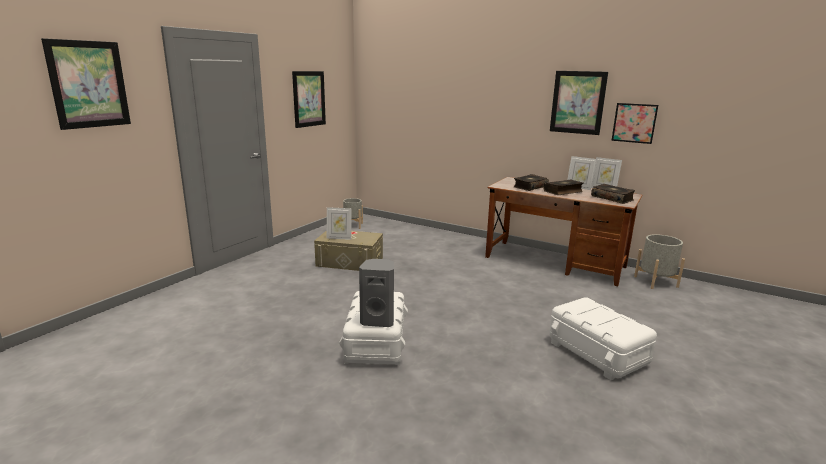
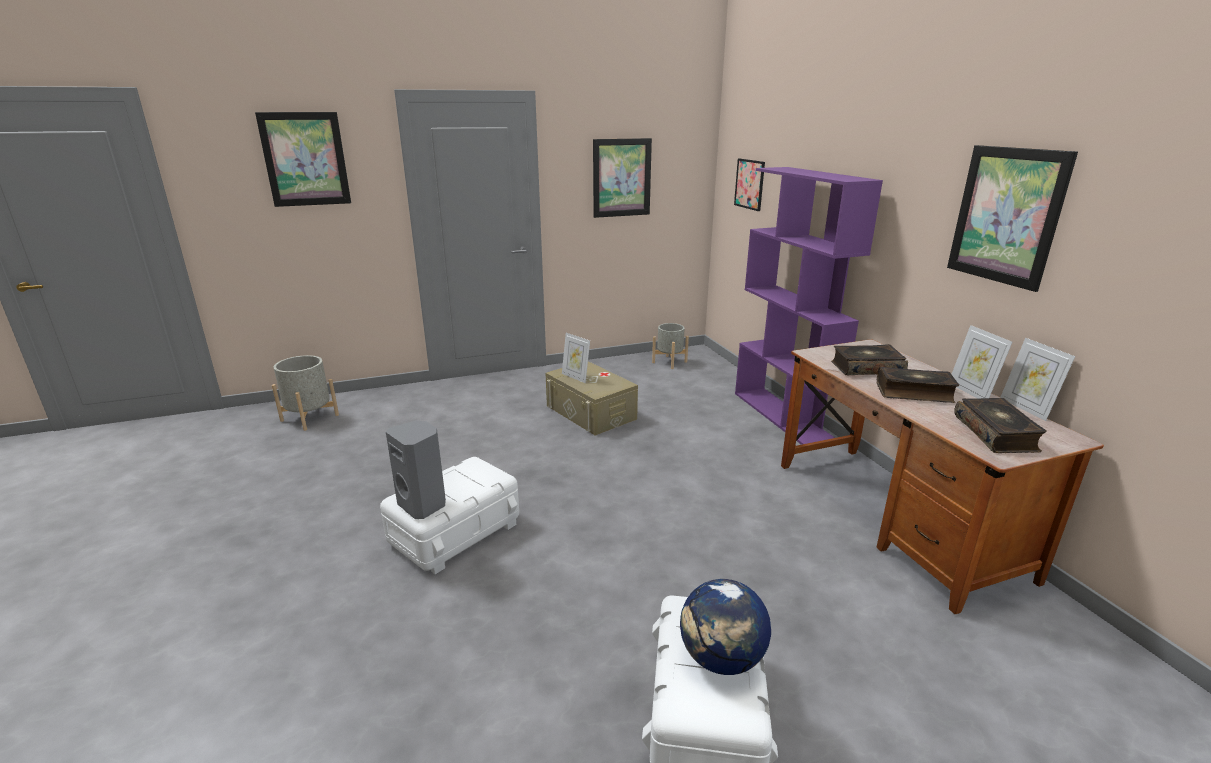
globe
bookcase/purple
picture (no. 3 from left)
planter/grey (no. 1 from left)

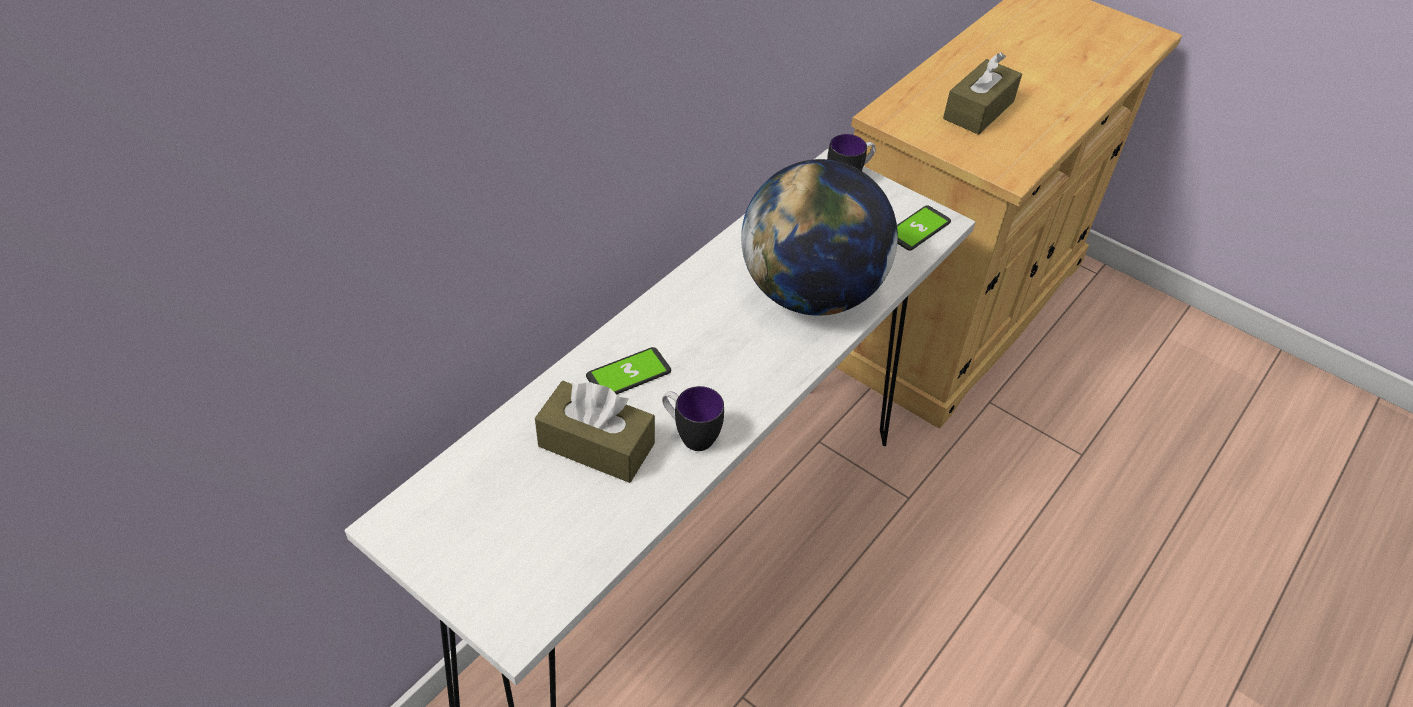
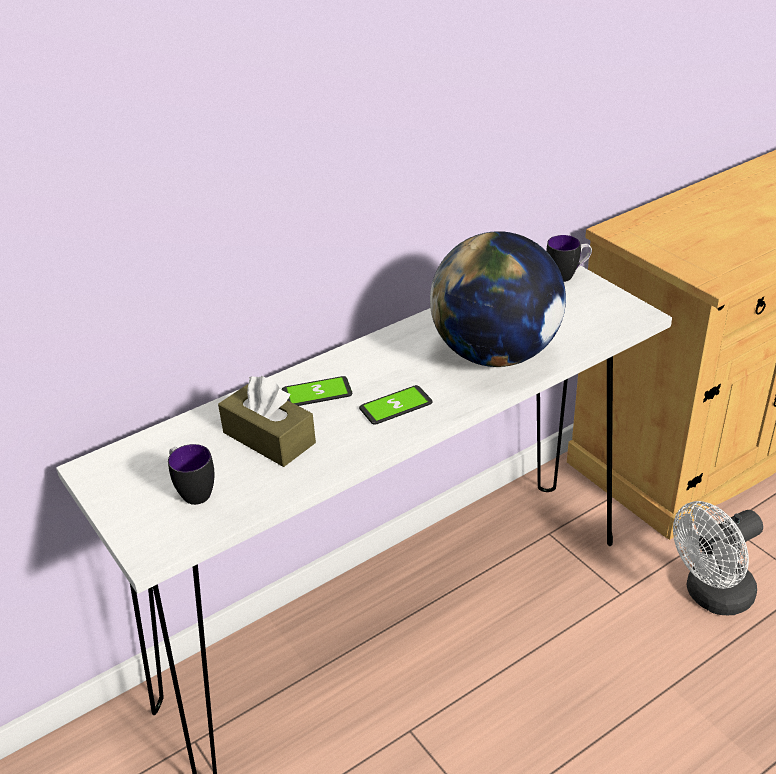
tissue box/brown (no. 2 from left in the first image)
fan/white
mug (no. 1 from left)
phone (no. 2 from left)

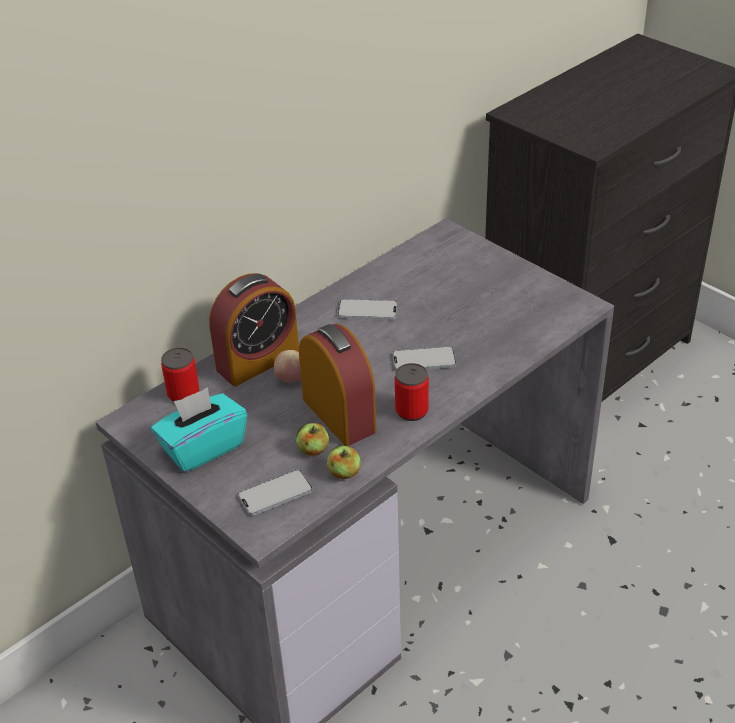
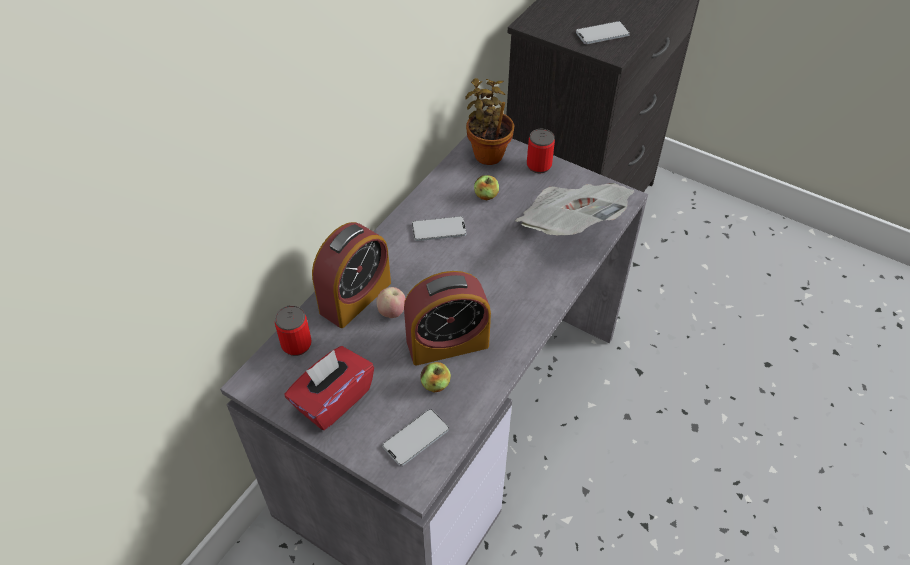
potted plant
newspaper
apple (no. 3 from left)
phone (no. 3 from left)
can (no. 2 from left)
tissue box/red
alarm clock (no. 2 from left)

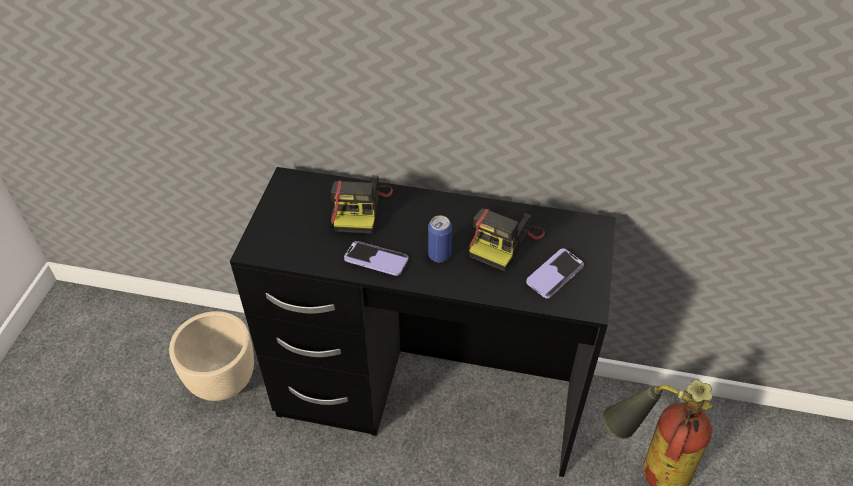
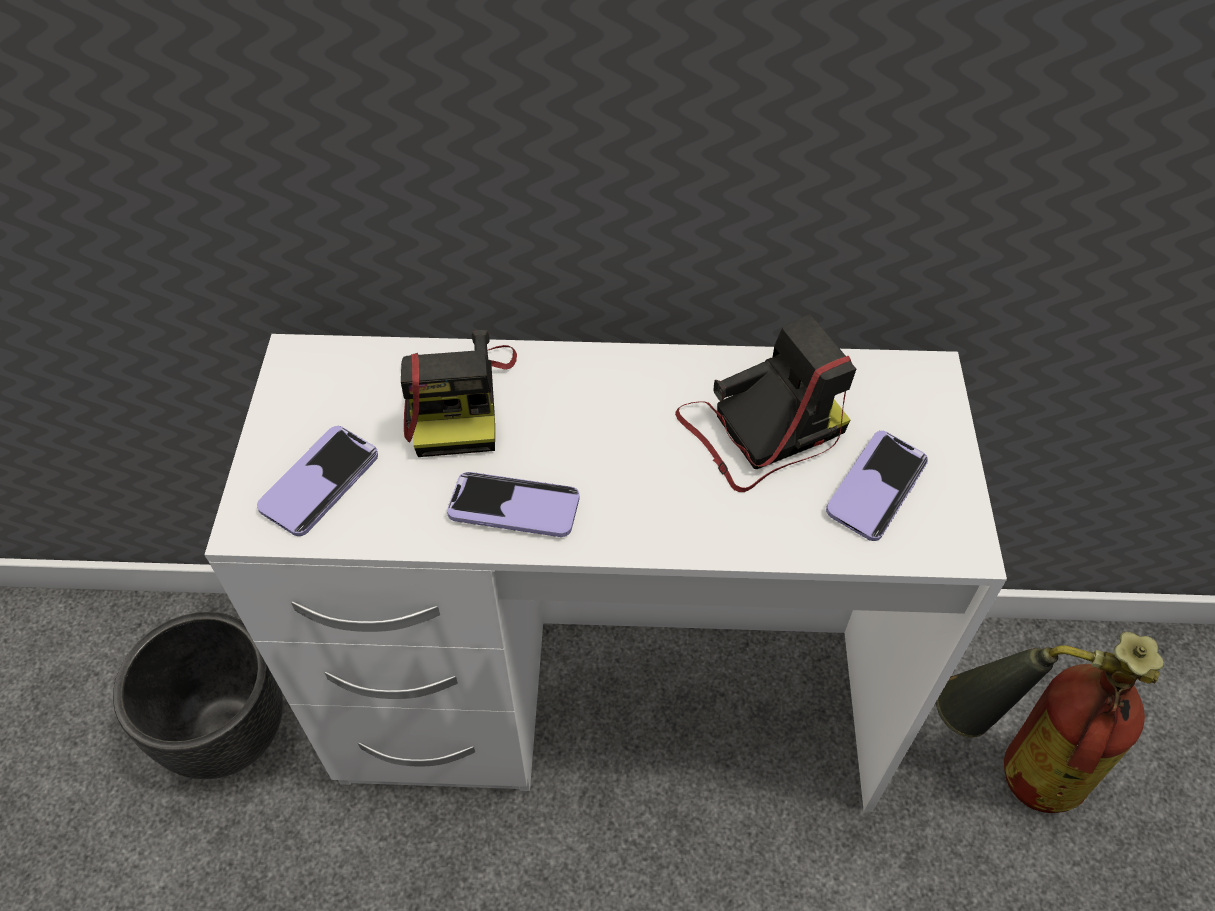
can
phone (no. 1 from left)
planter/black
desk/white
photo camera (no. 2 from left)

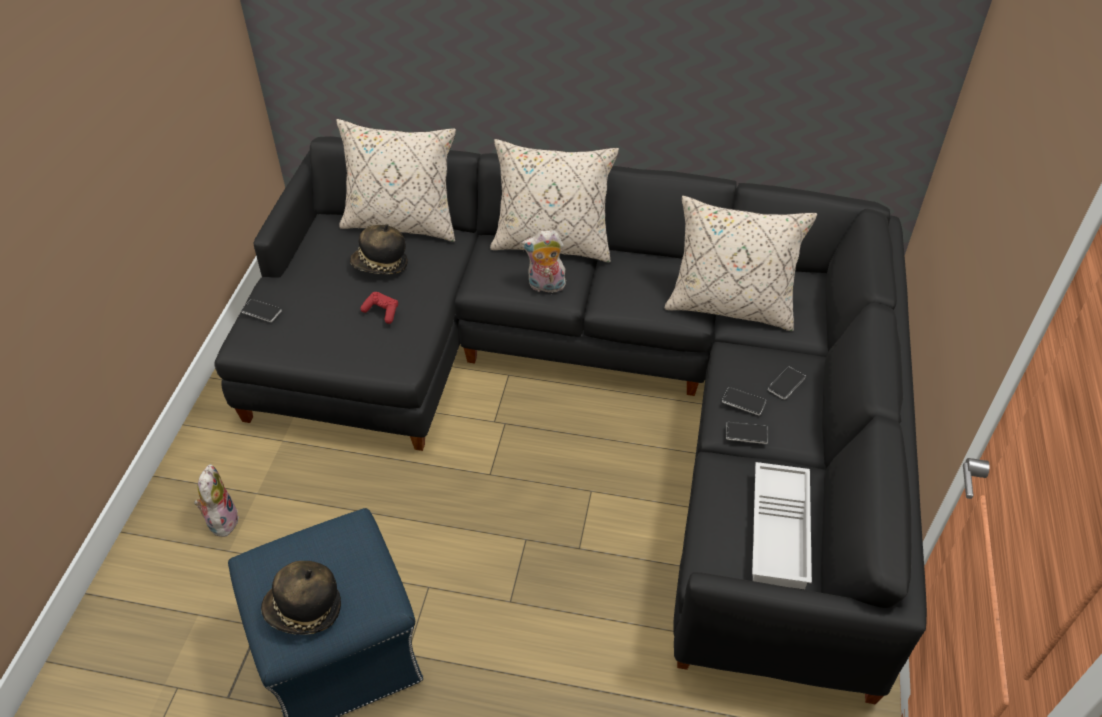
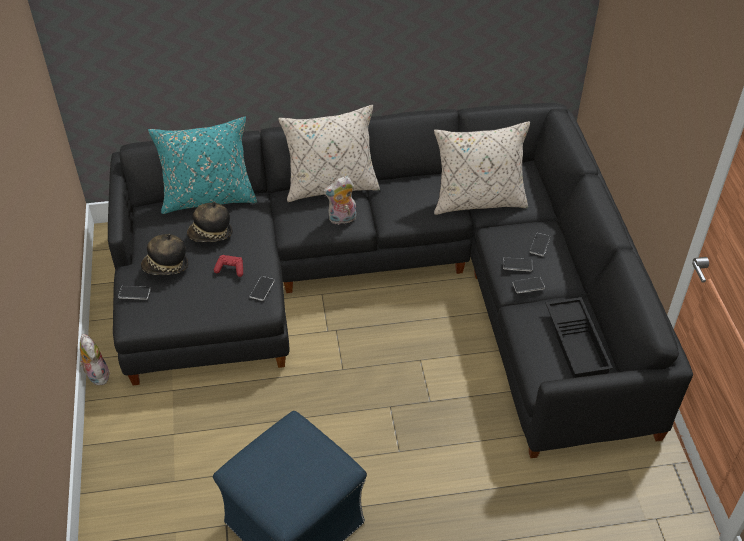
phone (no. 2 from left)
plush toy (no. 1 from left)
hat (no. 1 from left)
pillow/turquoise
tray/black

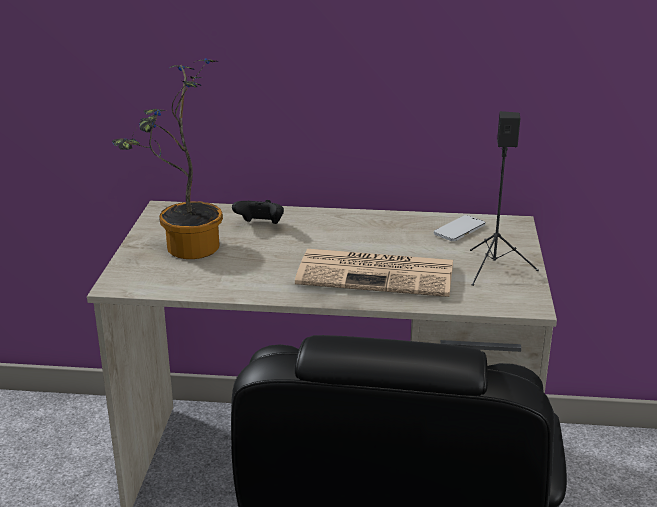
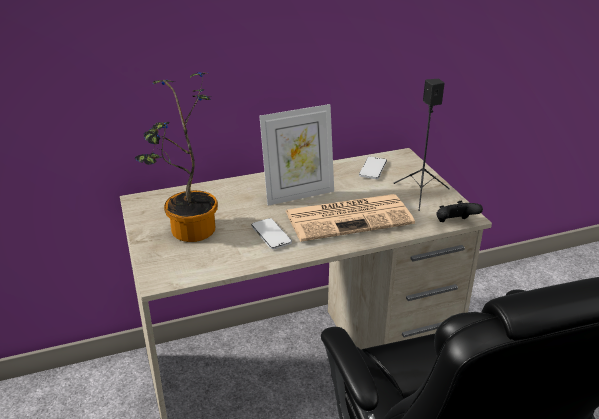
phone (no. 1 from left)
picture frame
game controller/black

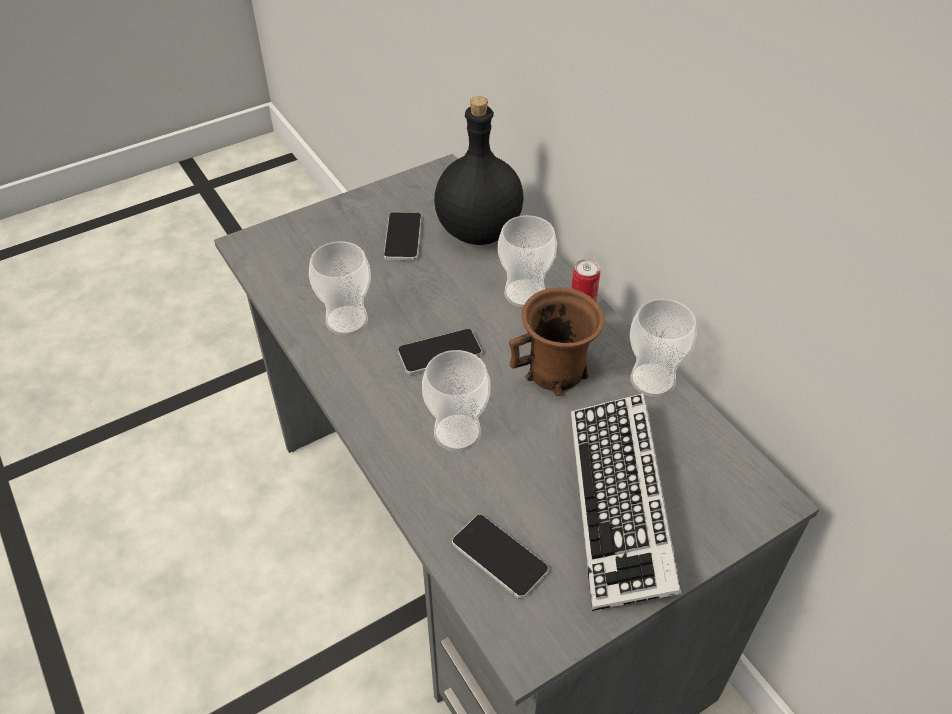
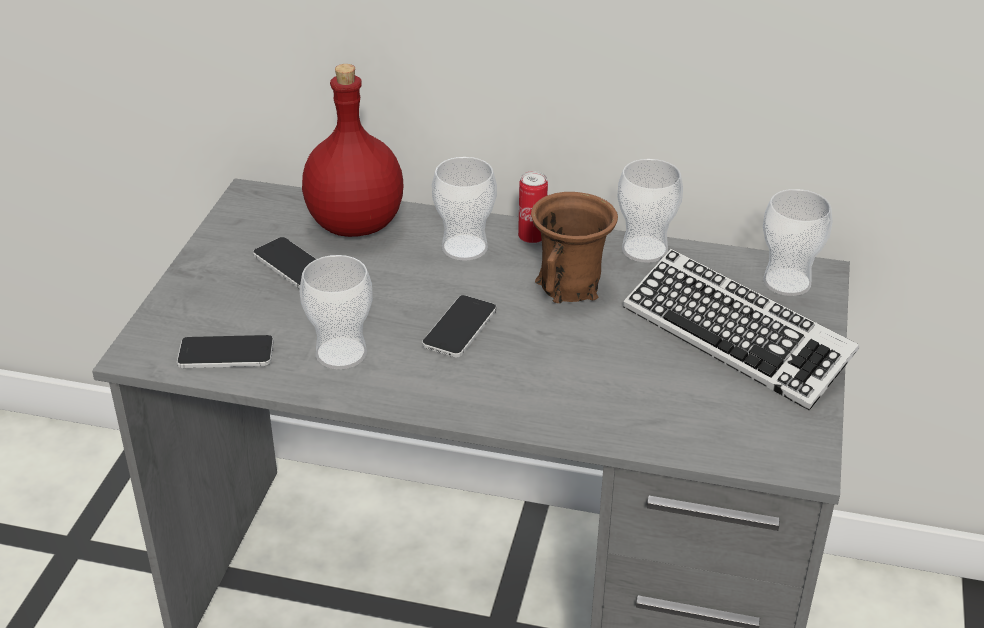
cup (no. 4 from left)
phone (no. 1 from left)
bottle/red

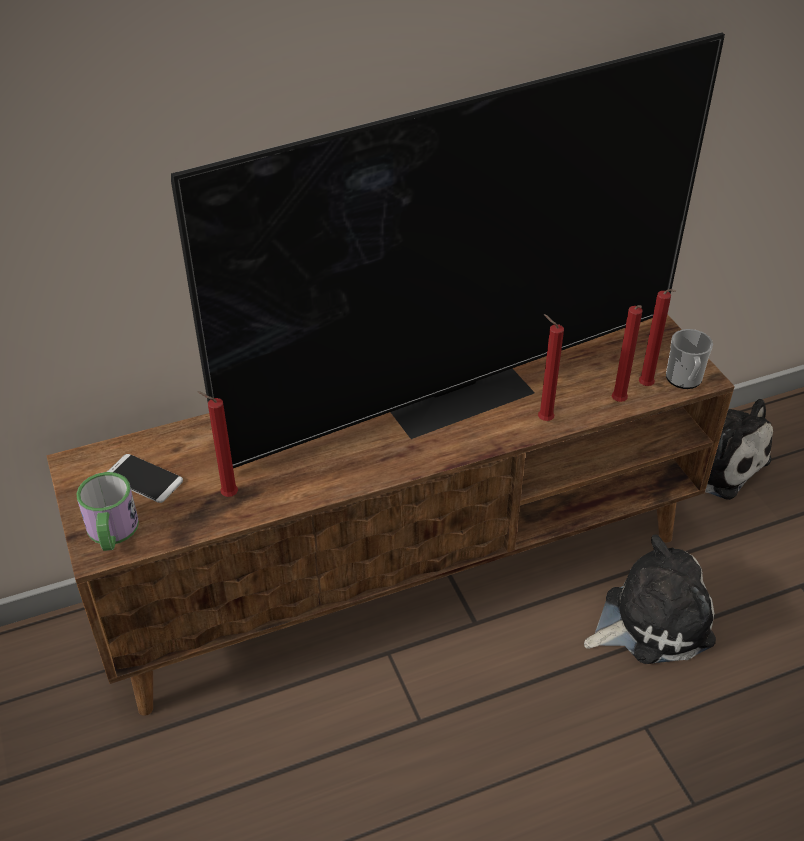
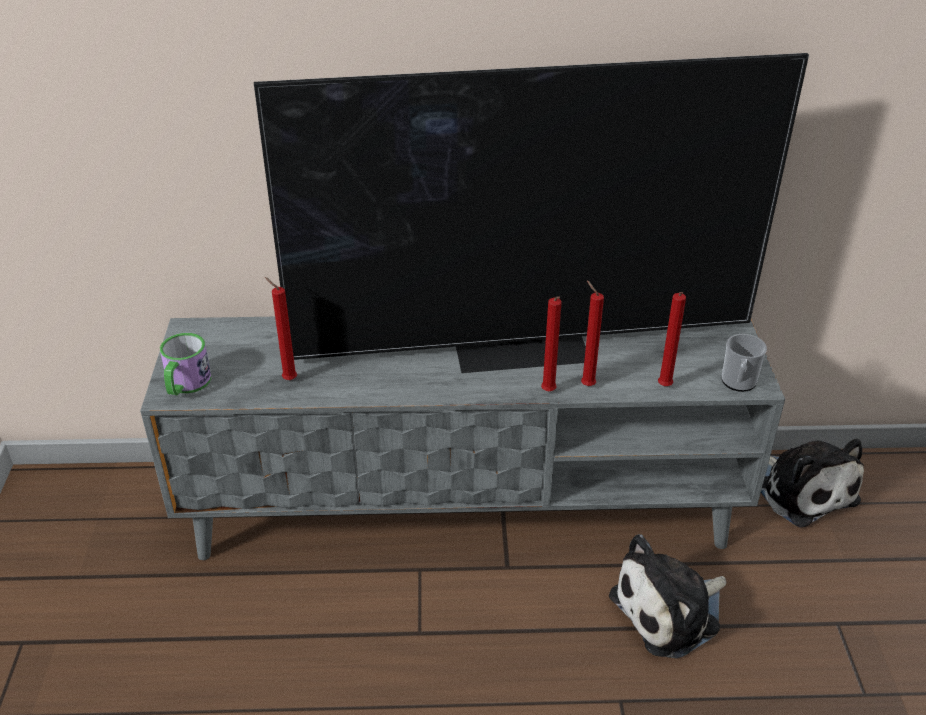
phone
candle/red (no. 2 from left)
tv stand/grey
plush toy (no. 1 from left)

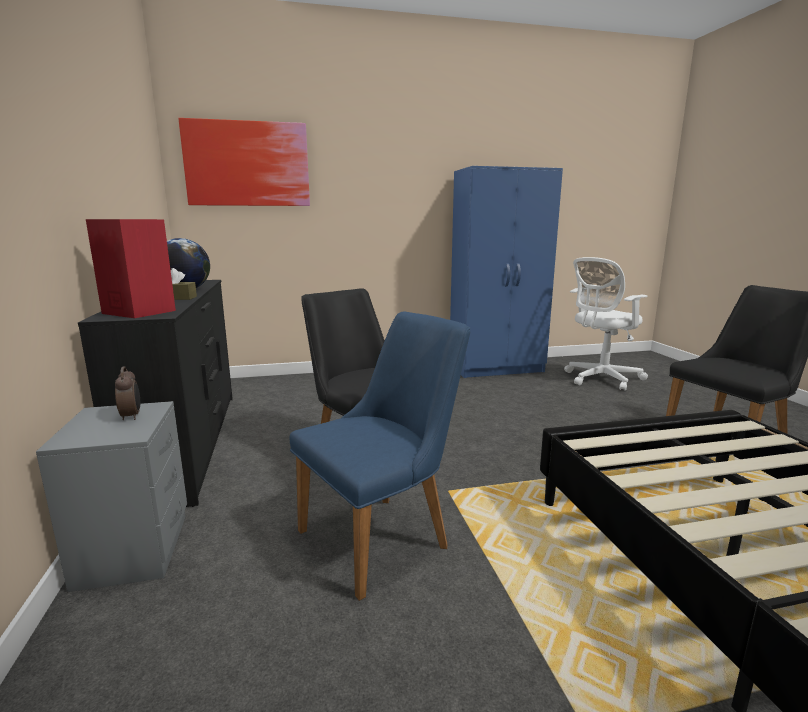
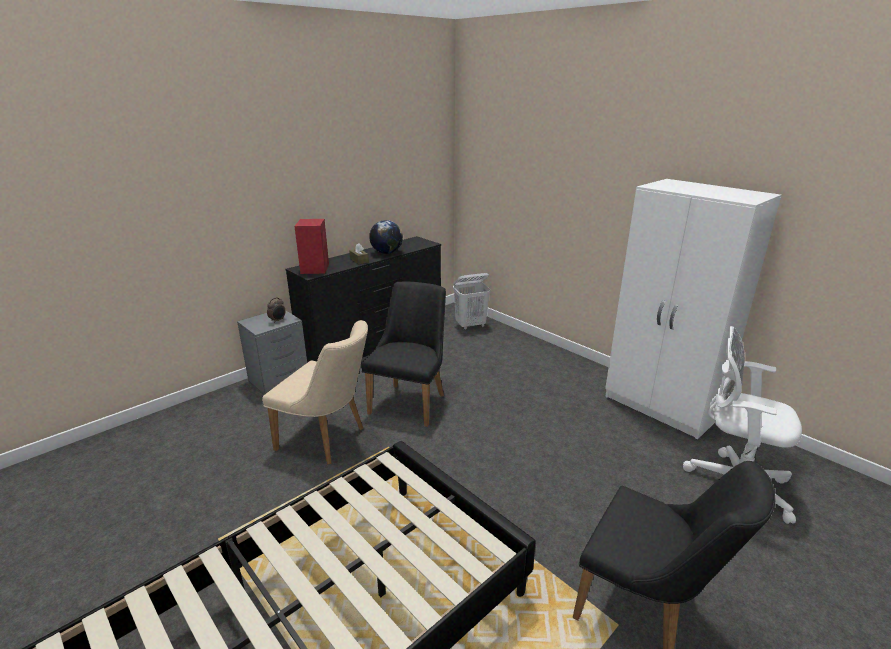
picture
laundry basket/white
chair/beige
wardrobe/white

